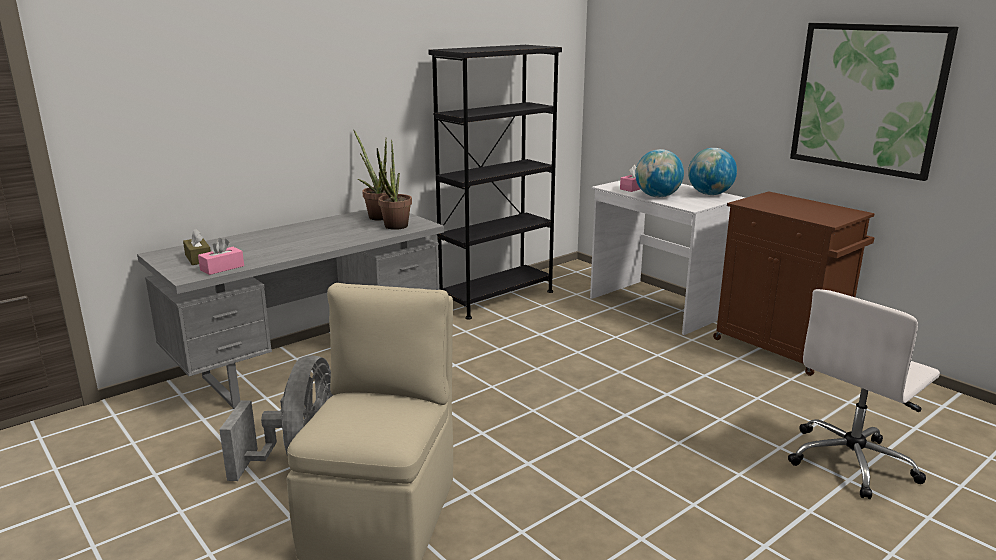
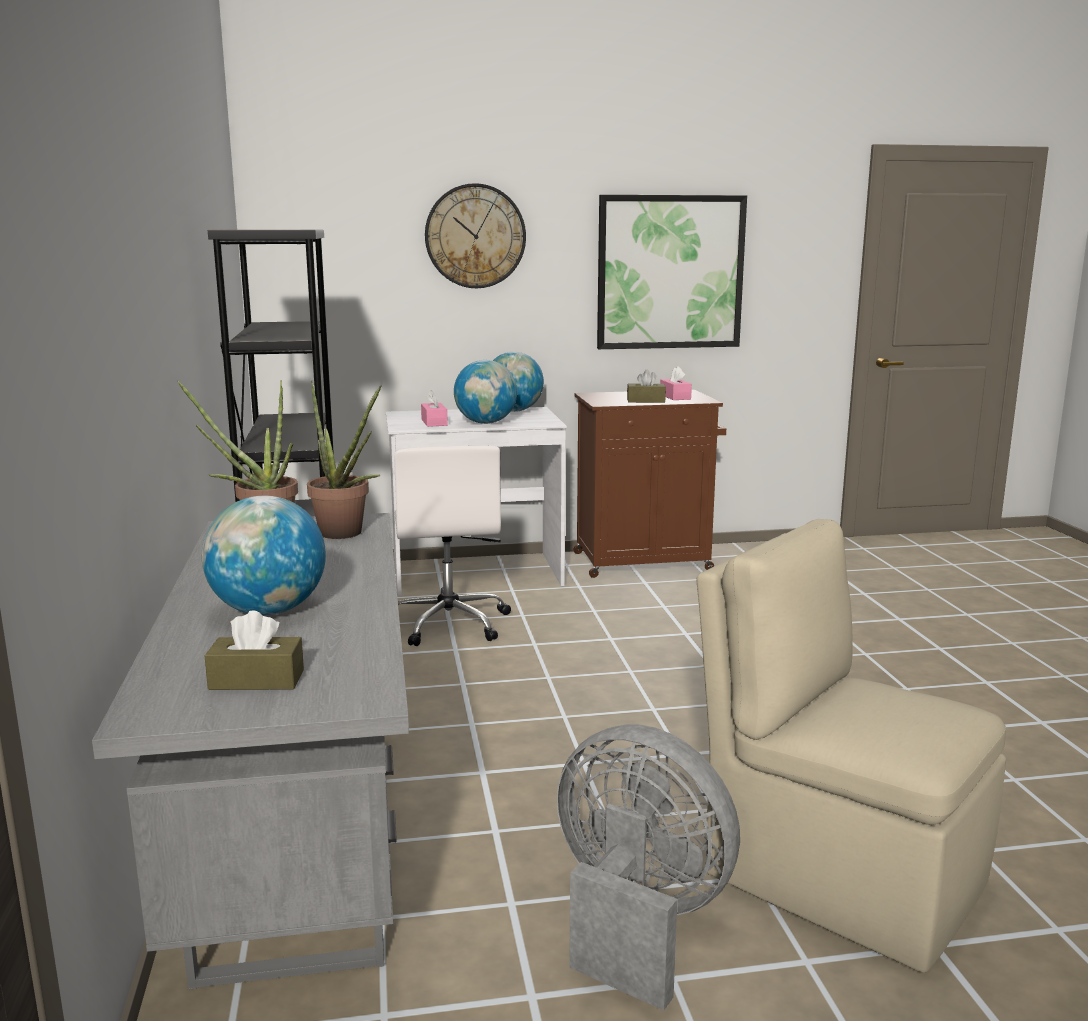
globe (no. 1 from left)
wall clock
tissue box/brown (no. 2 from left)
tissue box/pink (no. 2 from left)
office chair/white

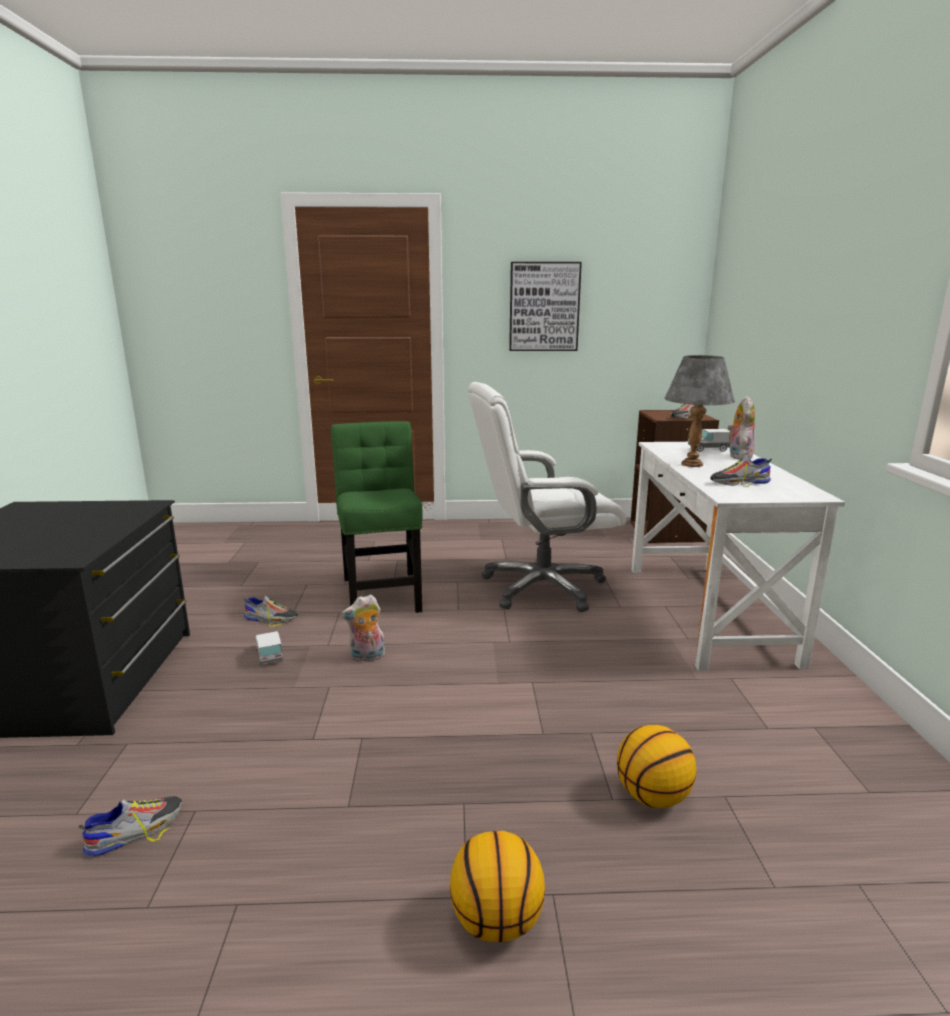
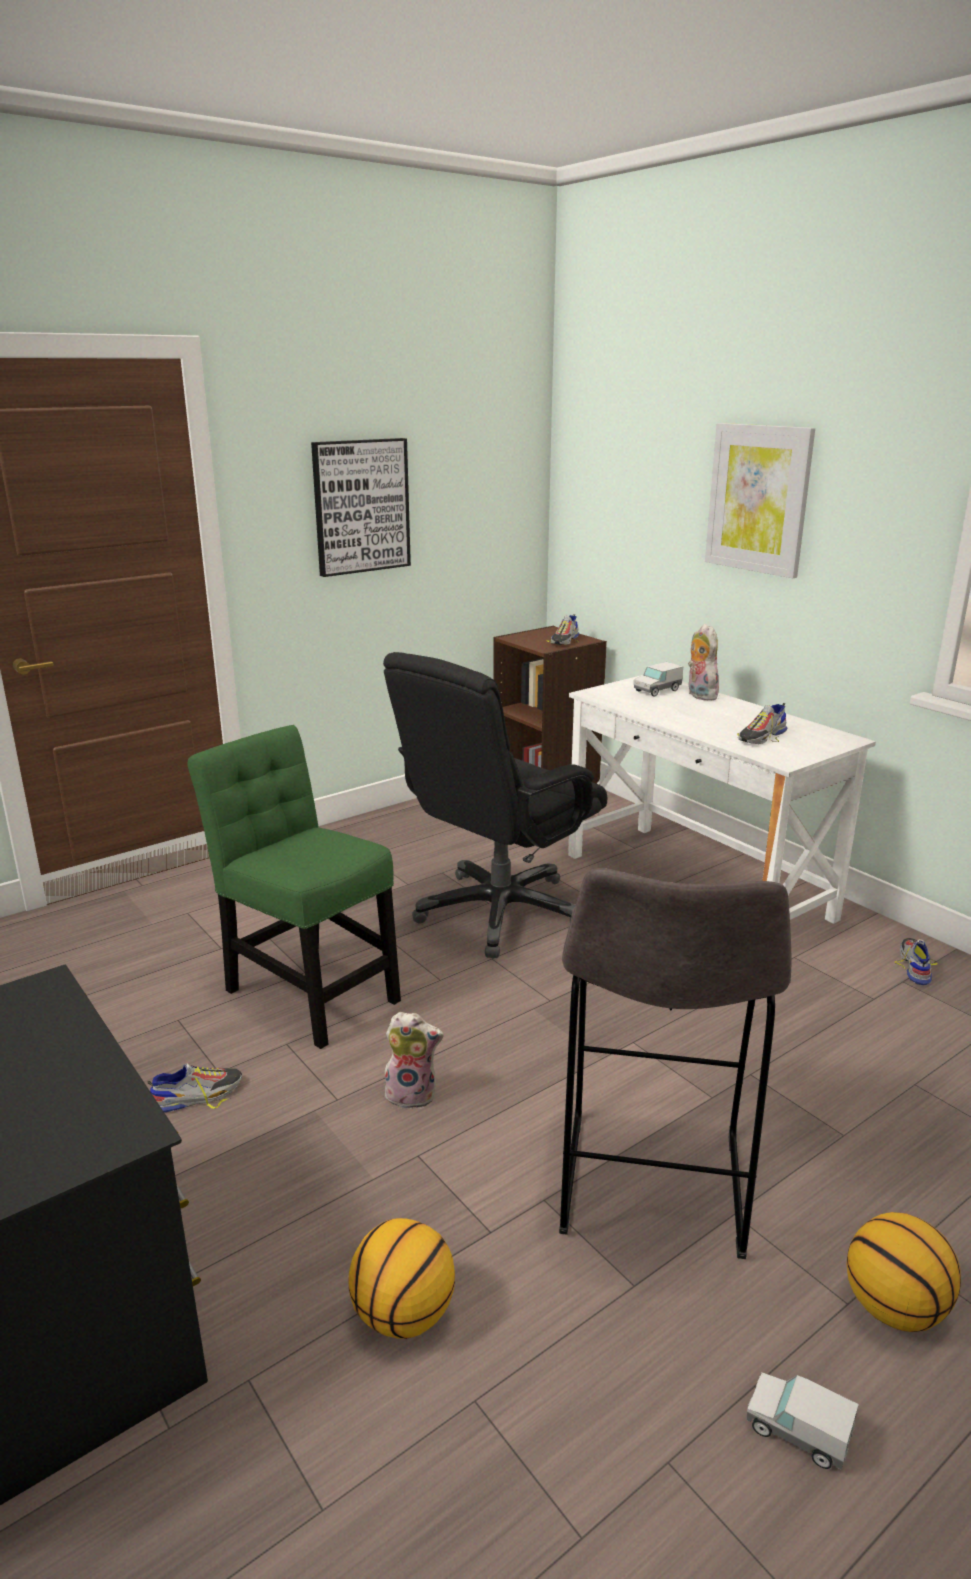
table lamp/grey
stool/grey
picture (no. 2 from left)
shoe (no. 4 from left)
toy truck (no. 2 from left)
basketball (no. 1 from left)
office chair/black
plush toy (no. 1 from left)

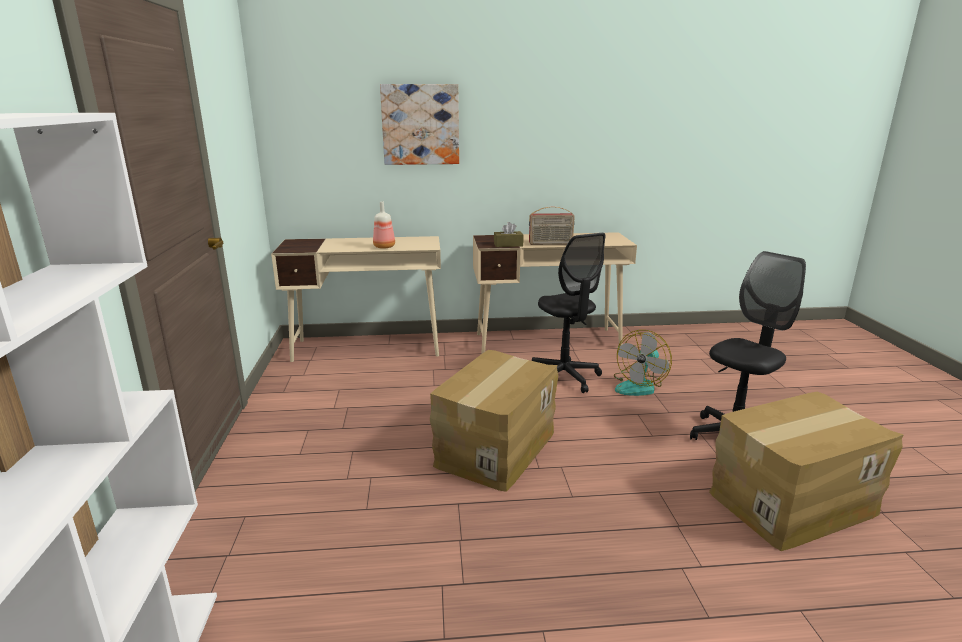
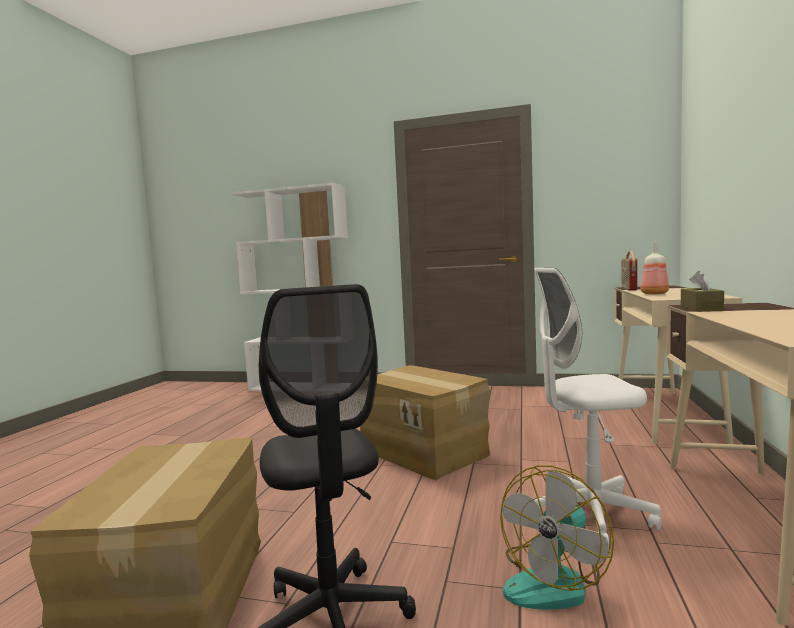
picture
radio
office chair/white
fan

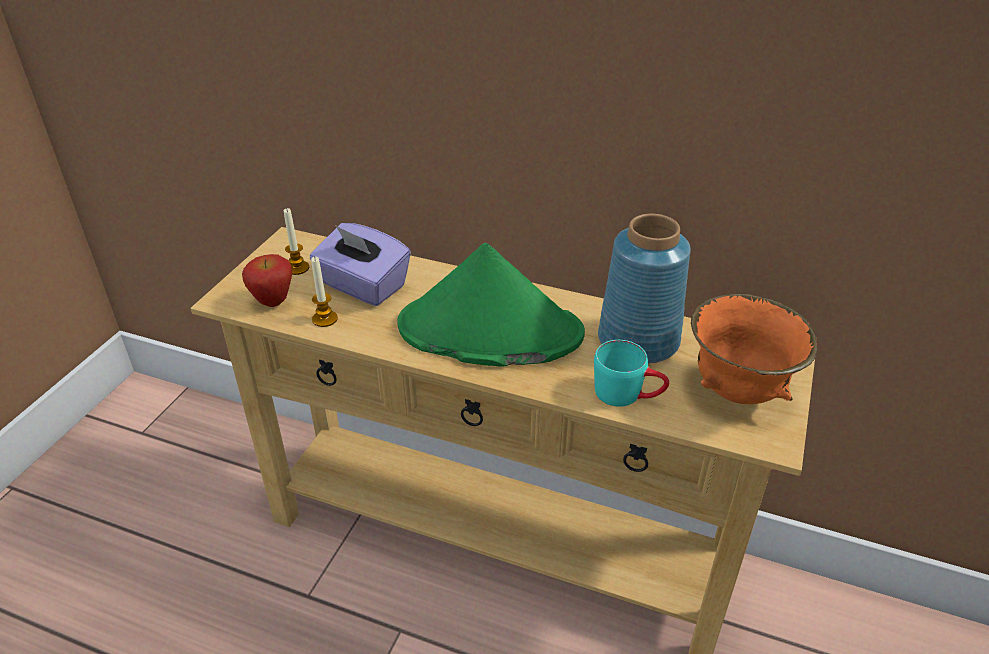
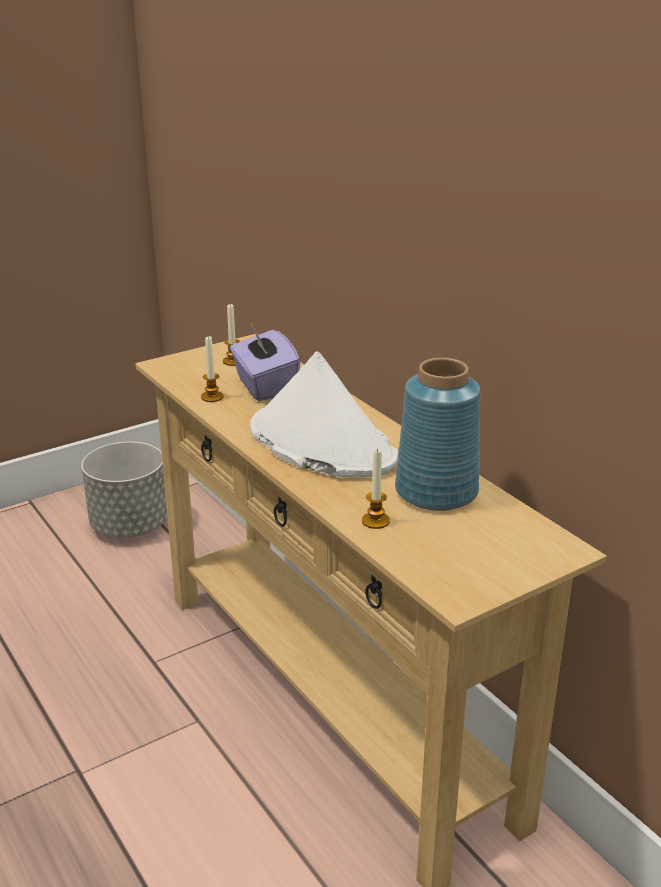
apple
bowl/orange
planter/grey
candle (no. 3 from left)
hat/white

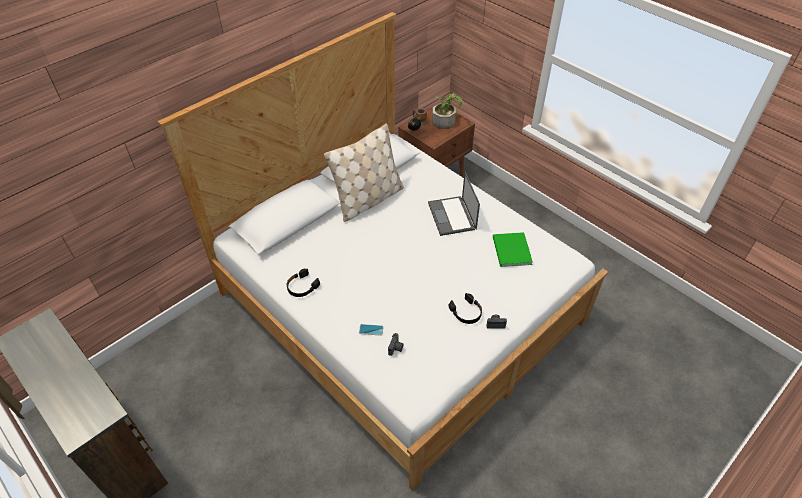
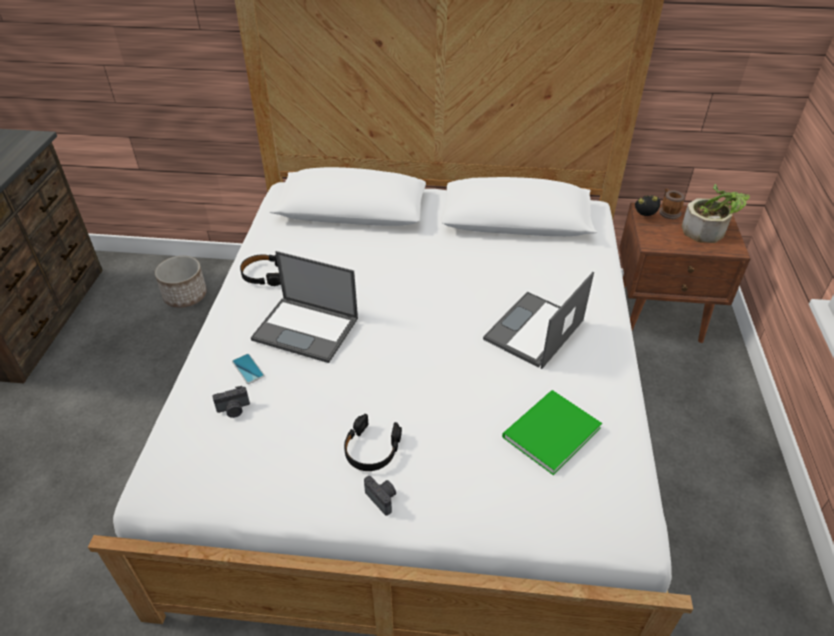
pillow/beige
planter
laptop (no. 1 from left)

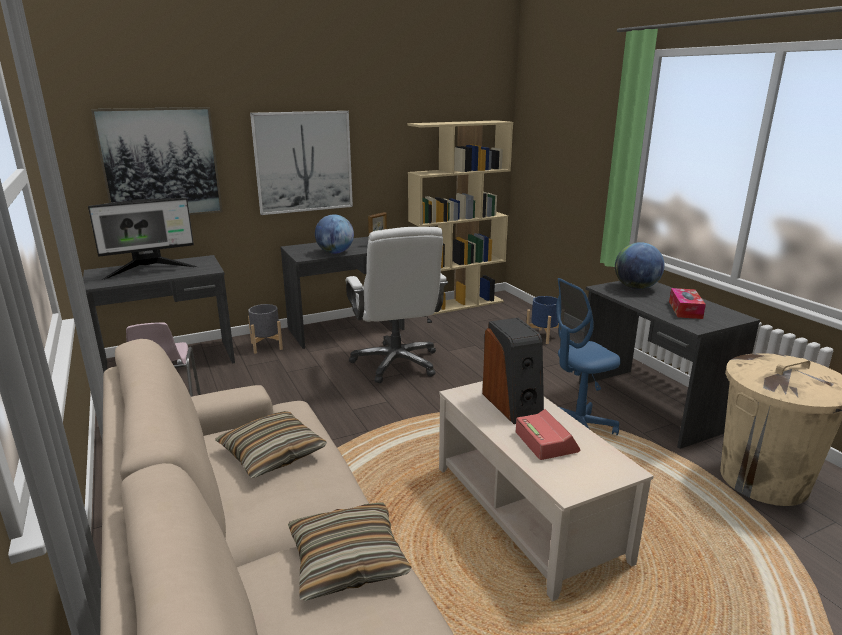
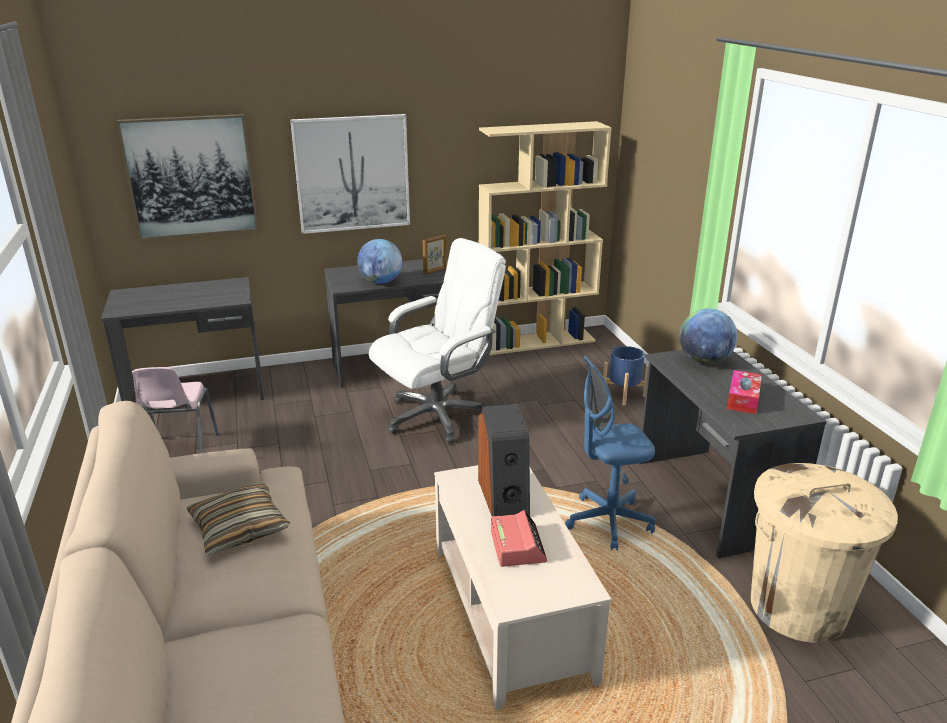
monitor
planter/grey
pillow (no. 2 from left in the first image)
office chair/white

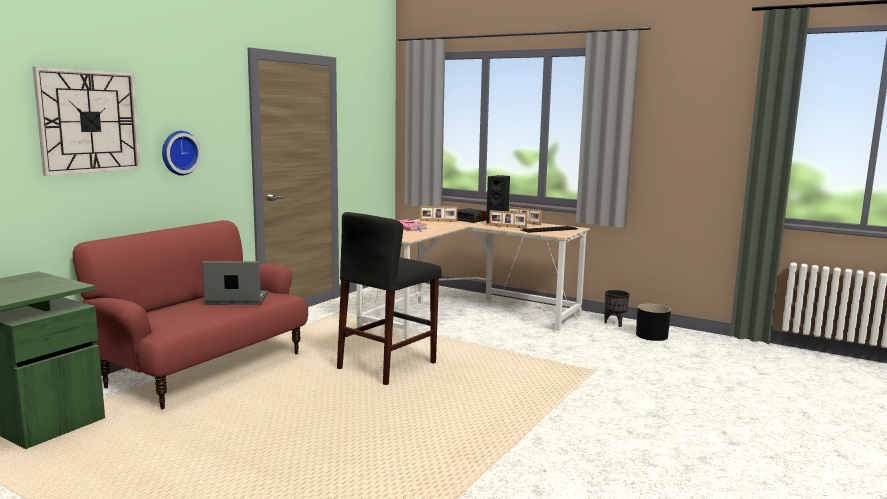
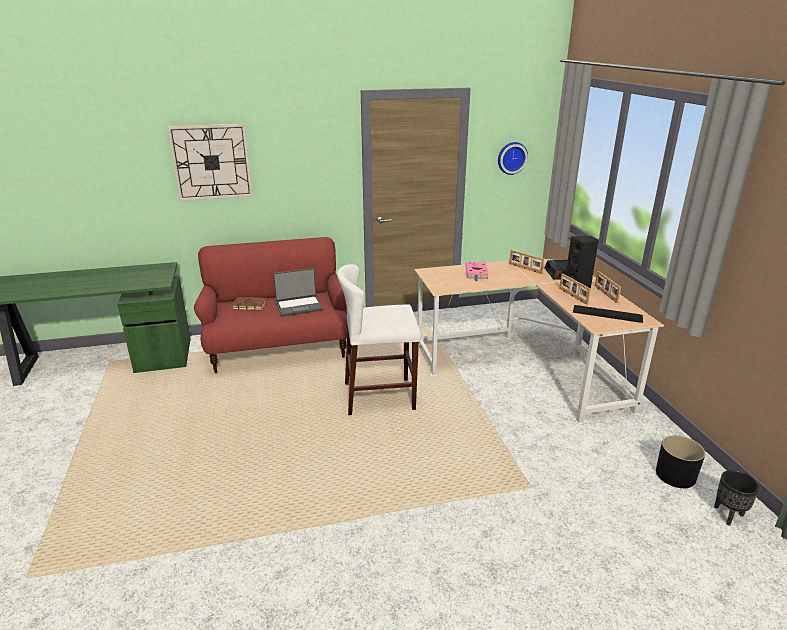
book/brown
wall clock (no. 2 from left)
planter/black (no. 2 from left)
stool/white
laptop

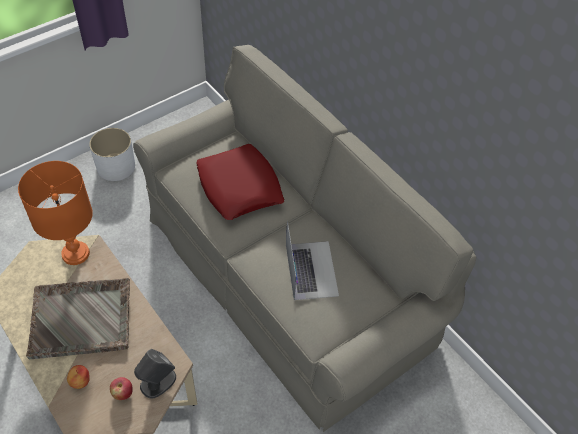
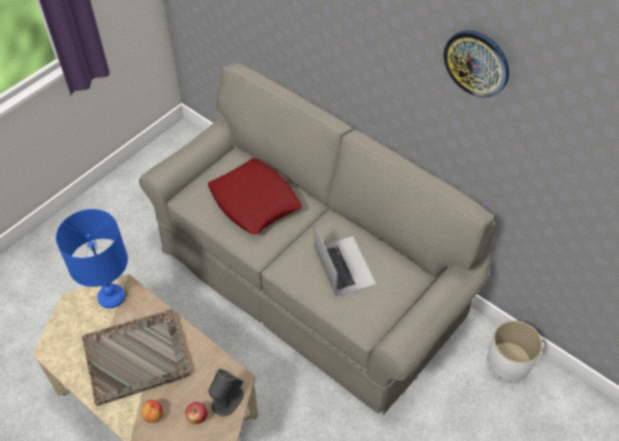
wall clock
planter/white
table lamp/blue

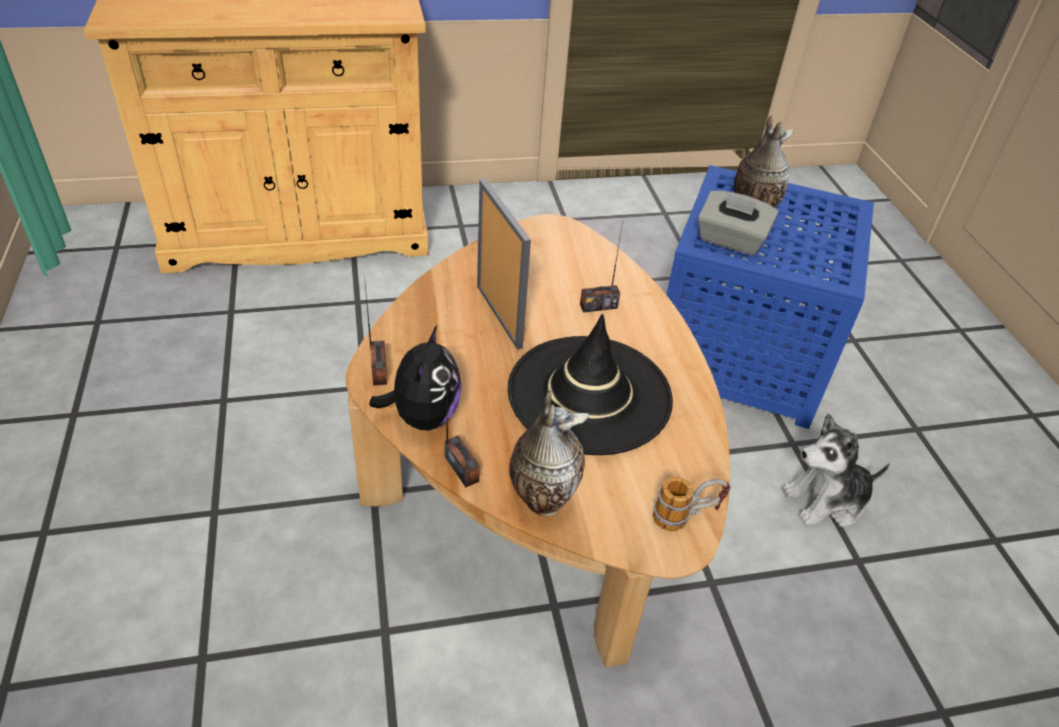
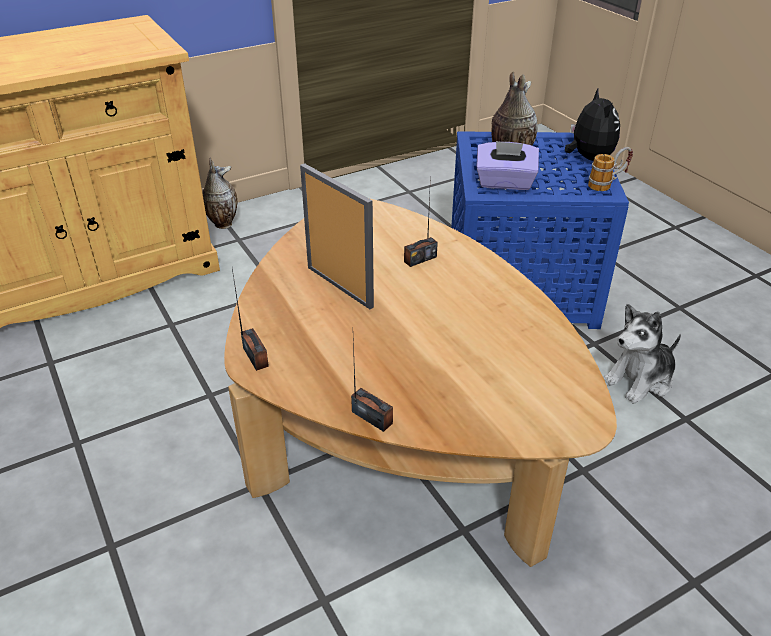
hat/black
plush toy (no. 1 from left)
vase (no. 1 from left)
mug
tissue box/purple

